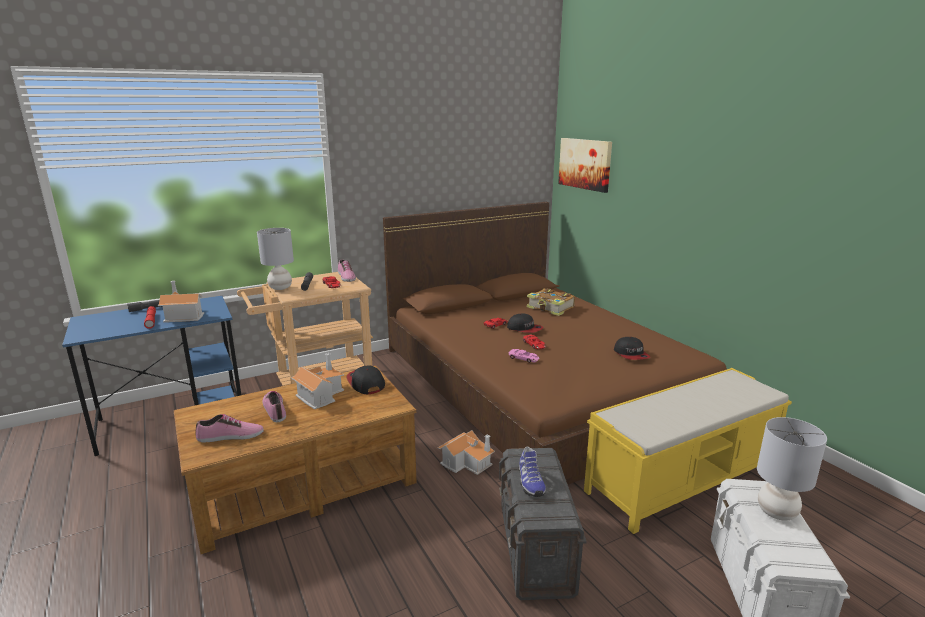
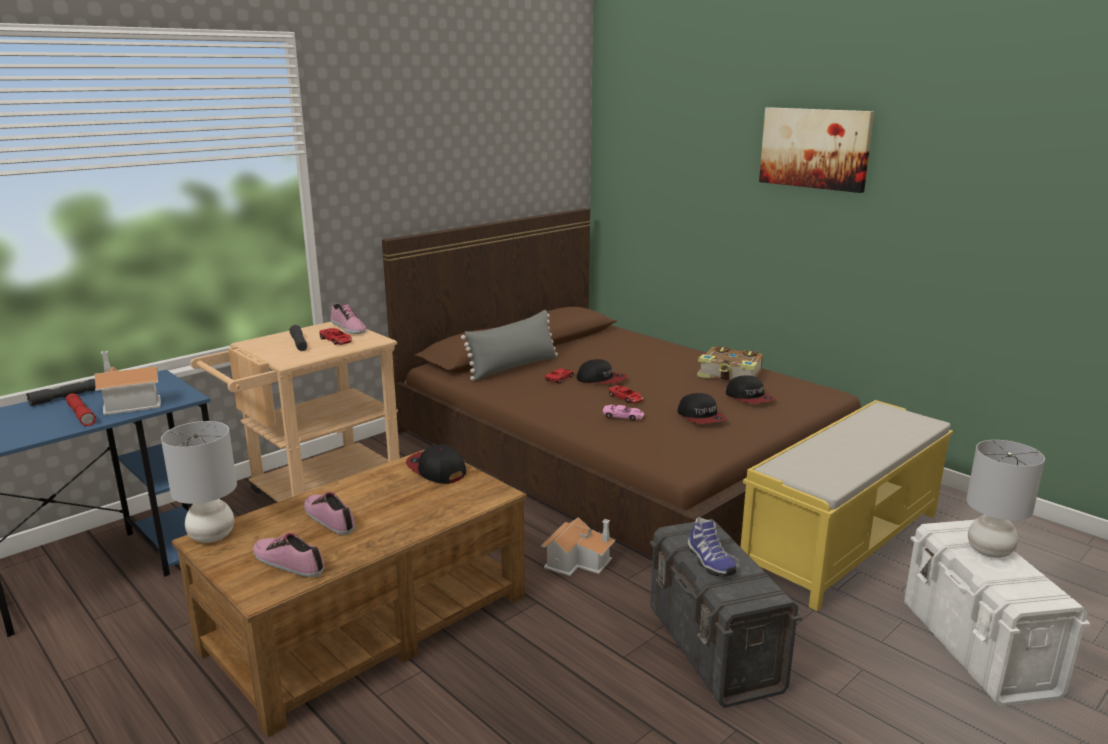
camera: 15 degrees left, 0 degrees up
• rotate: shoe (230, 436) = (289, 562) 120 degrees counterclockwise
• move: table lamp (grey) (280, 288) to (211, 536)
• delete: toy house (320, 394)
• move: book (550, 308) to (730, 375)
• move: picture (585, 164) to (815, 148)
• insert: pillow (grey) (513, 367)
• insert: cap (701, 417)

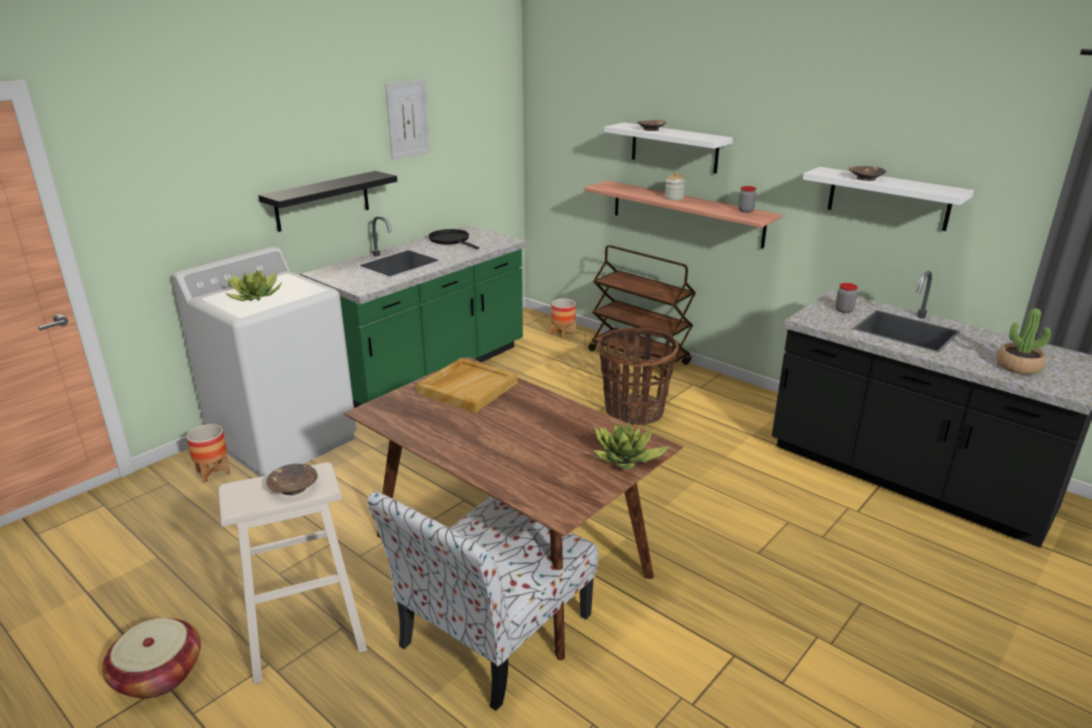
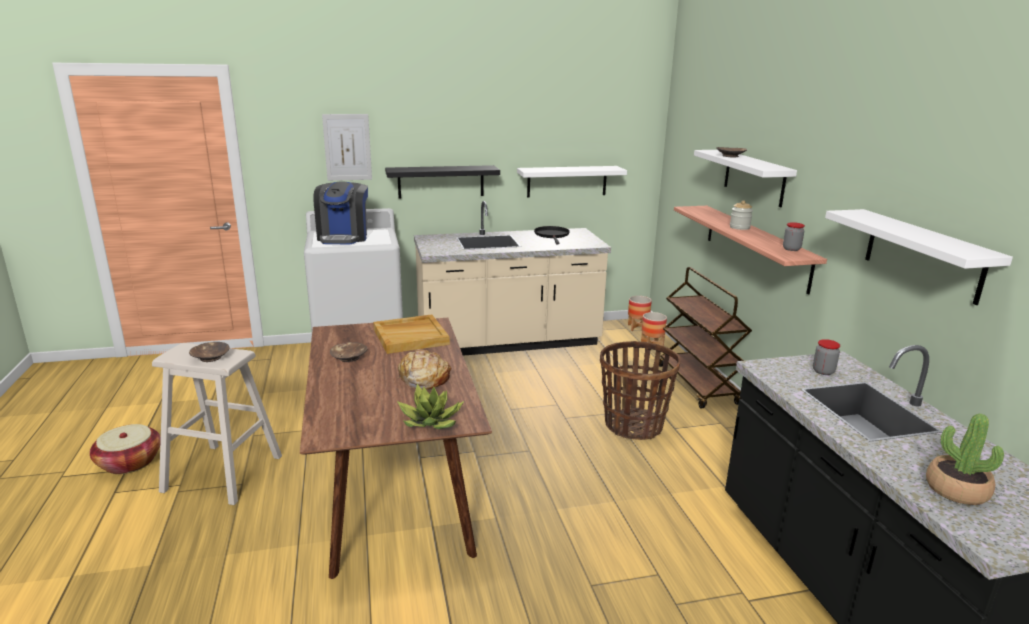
camera: 35 degrees right, 5 degrees down
• move: planter (213, 472) to (637, 327)
• replace: potted plant (255, 296) to coffee machine (343, 237)
• recolor: counter (green) (429, 372) to counter (beige) (508, 342)
• delete: chair (493, 633)
• move: picture (408, 119) to (347, 147)
• move: bowl (brown) (865, 178) to (349, 357)
• insert: bread (423, 378)
• insert: shelf (white) (567, 181)

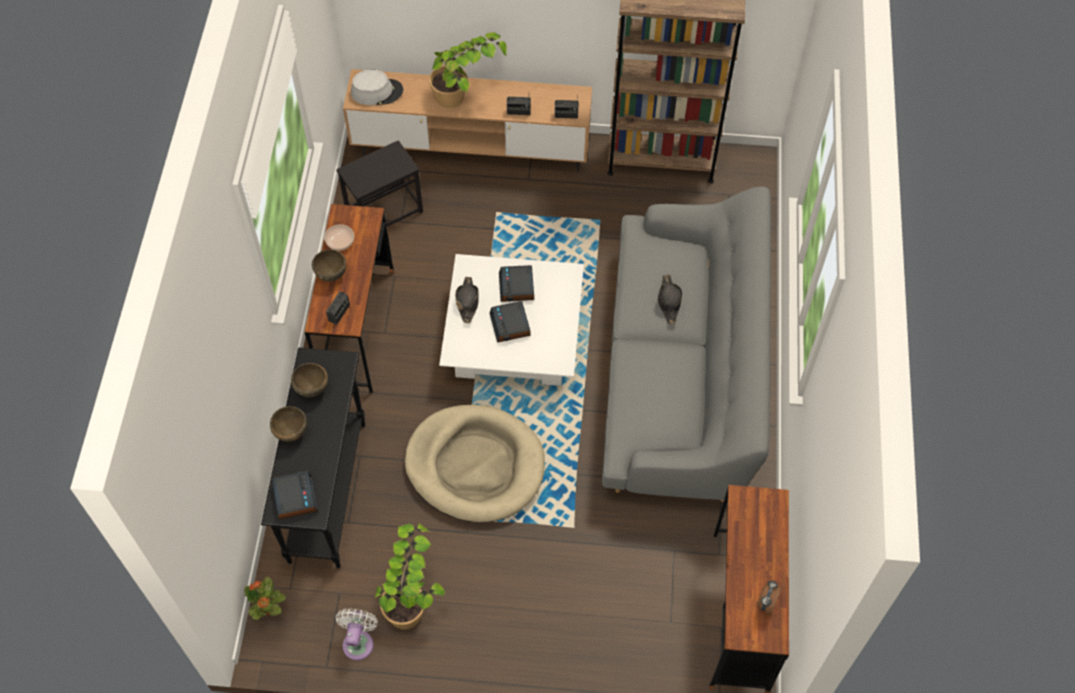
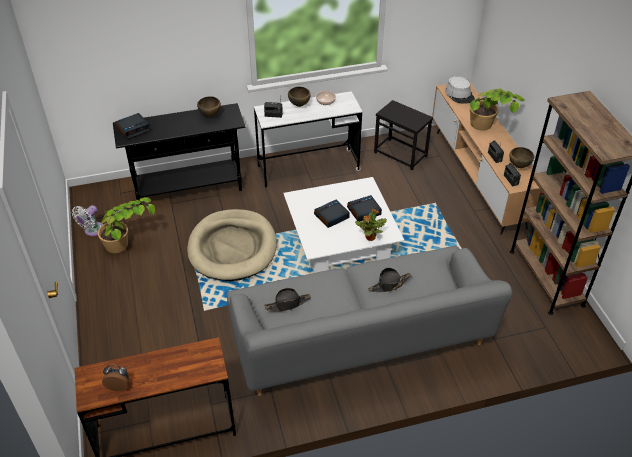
camera: 70 degrees right, 15 degrees down
• move: potted plant (268, 609) to (370, 237)
• move: bowl (brown) (291, 433) to (518, 166)
• recolor: desk (brown) (357, 327) to desk (white) (308, 168)
• rotate: fan (white) (358, 641) = (92, 230) 135 degrees clockwise
• move: hat (black) (467, 301) to (288, 303)

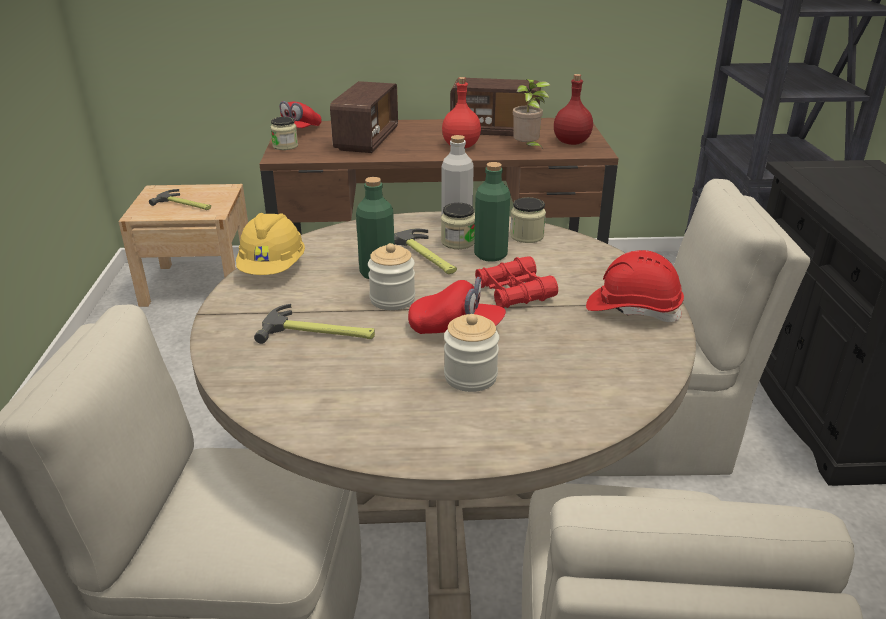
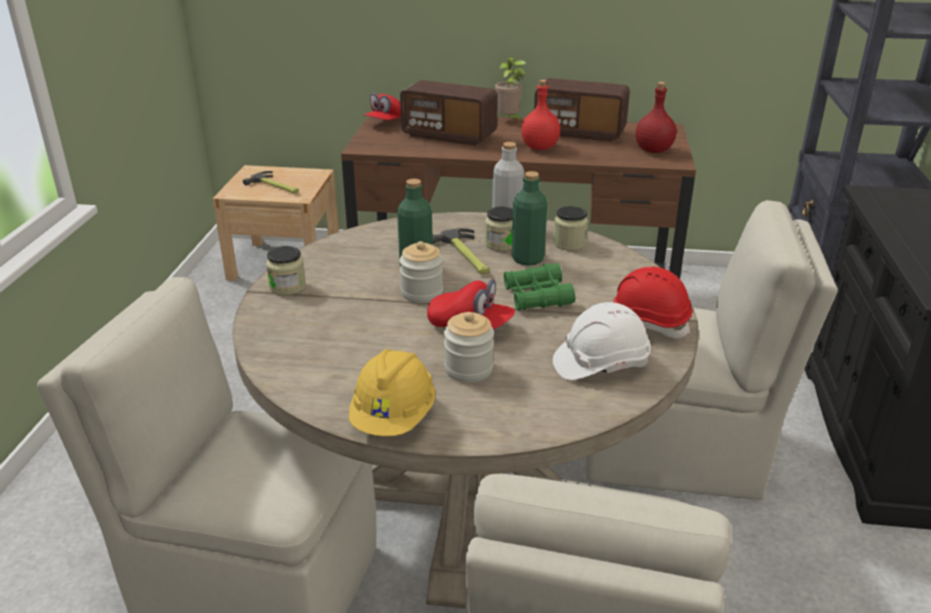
camera: 10 degrees right, 0 degrees up
• move: hard hat (yellow) (273, 269) to (394, 418)
• delete: hammer (319, 333)
• move: jar (285, 146) to (287, 287)
• rotate: radio (366, 140) = (449, 135) 90 degrees clockwise
• recolor: binoculars (red) (514, 292) to binoculars (green) (537, 296)
• move: potted plant (527, 149) to (509, 121)
• insert: hard hat (white) (600, 363)

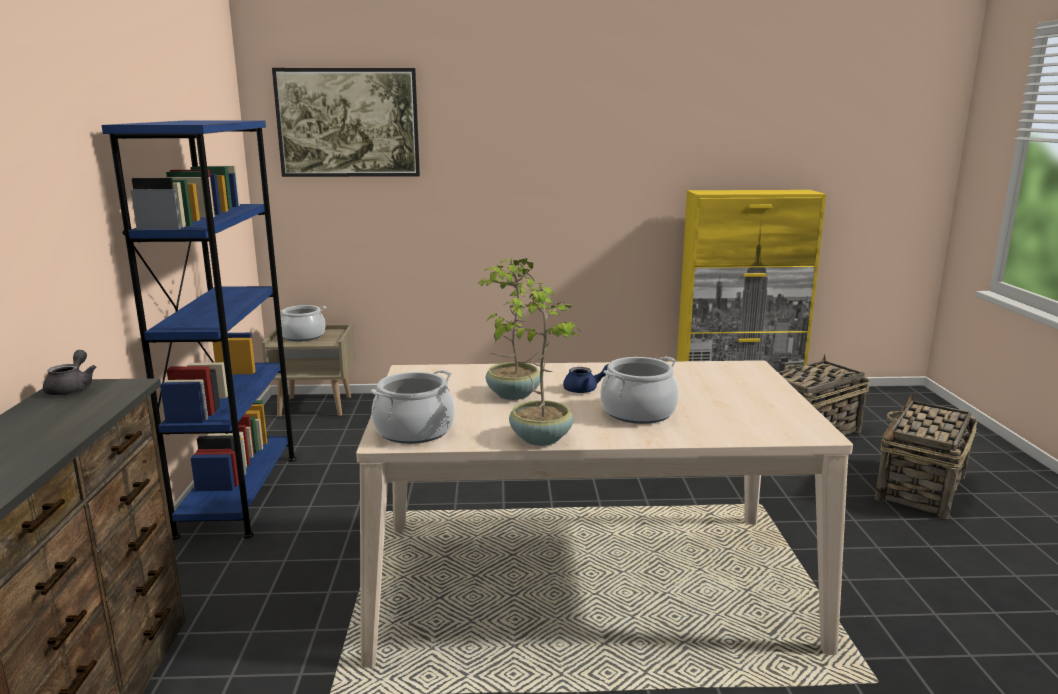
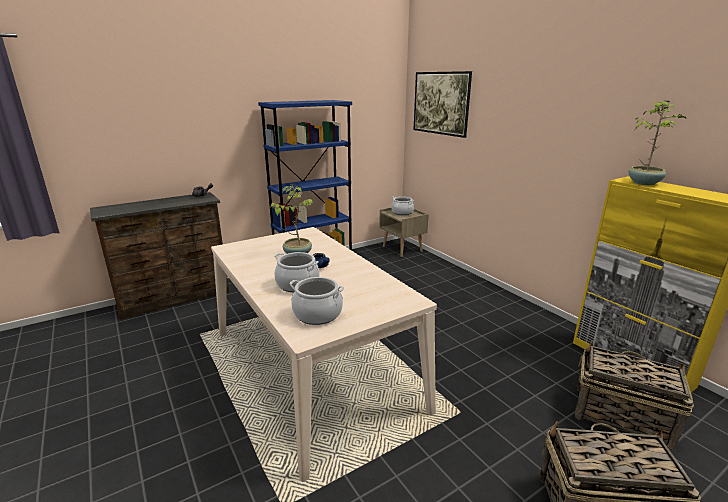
camera: 60 degrees right, 5 degrees up
• move: cooking pot (414, 431) to (317, 314)
• move: potted plant (540, 437) to (644, 183)

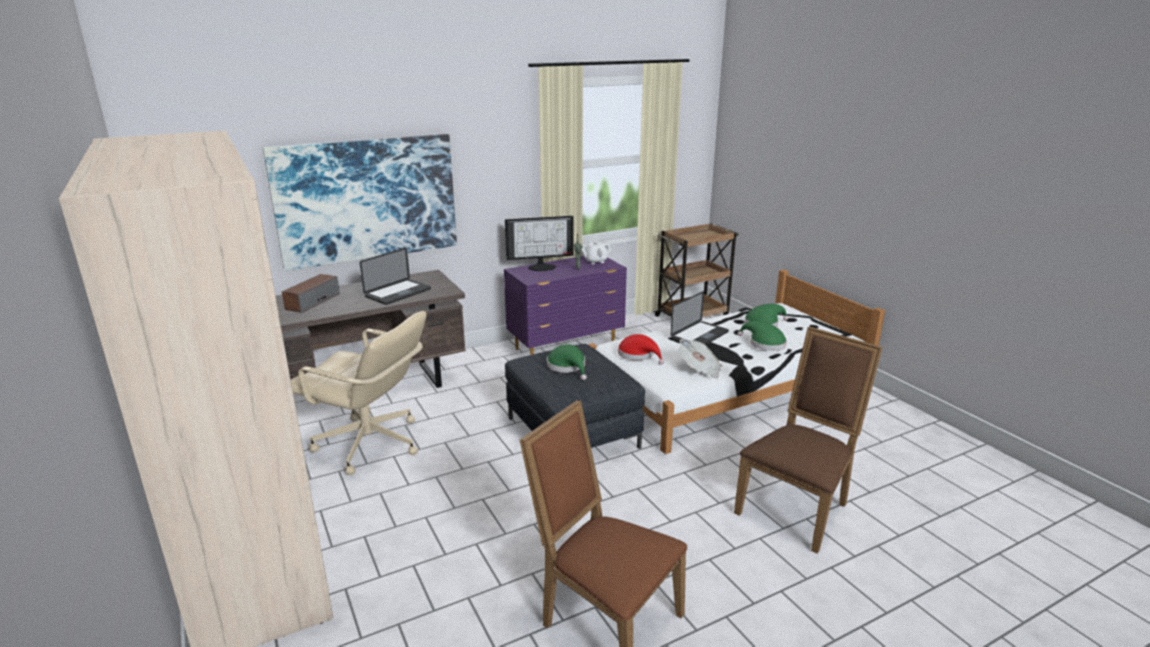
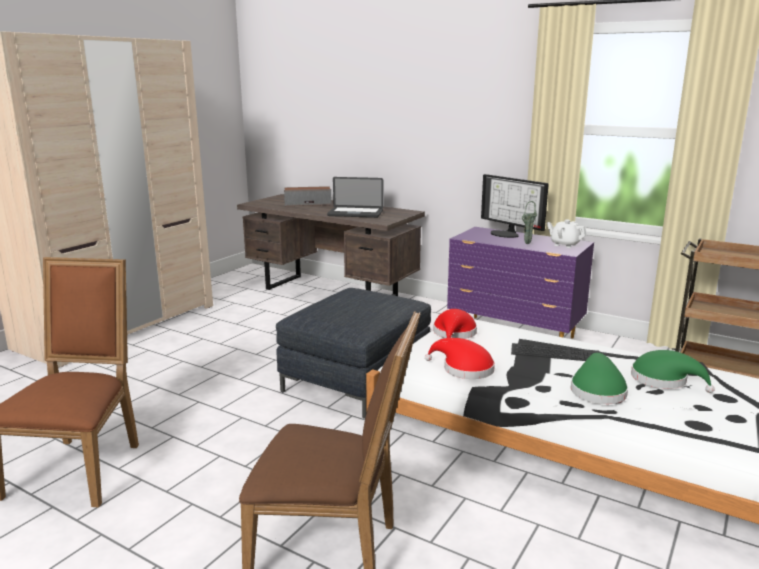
camera: 60 degrees right, 5 degrees down
• delete: picture (367, 199)
• delete: office chair (beige) (370, 445)
• delete: hat (green) (568, 367)
• replace: laptop (699, 335) to keyboard (556, 352)
• replace: newspaper (700, 369) to hat (red) (464, 369)

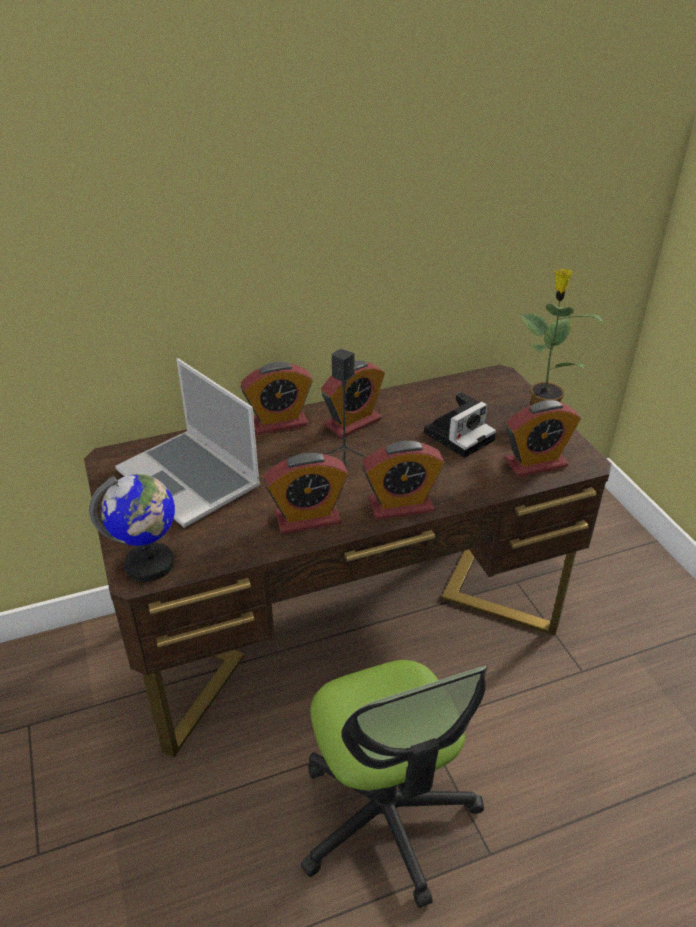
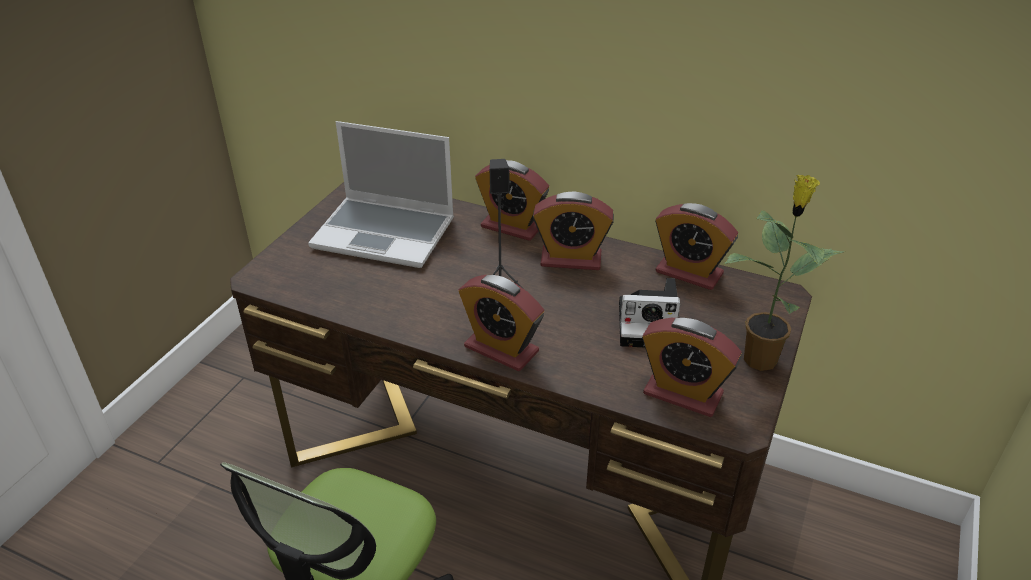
camera: 45 degrees right, 0 degrees up
• delete: globe (150, 564)
• rotate: laptop (191, 479) = (386, 233) 75 degrees counterclockwise
• move: alarm clock (307, 518) to (689, 273)

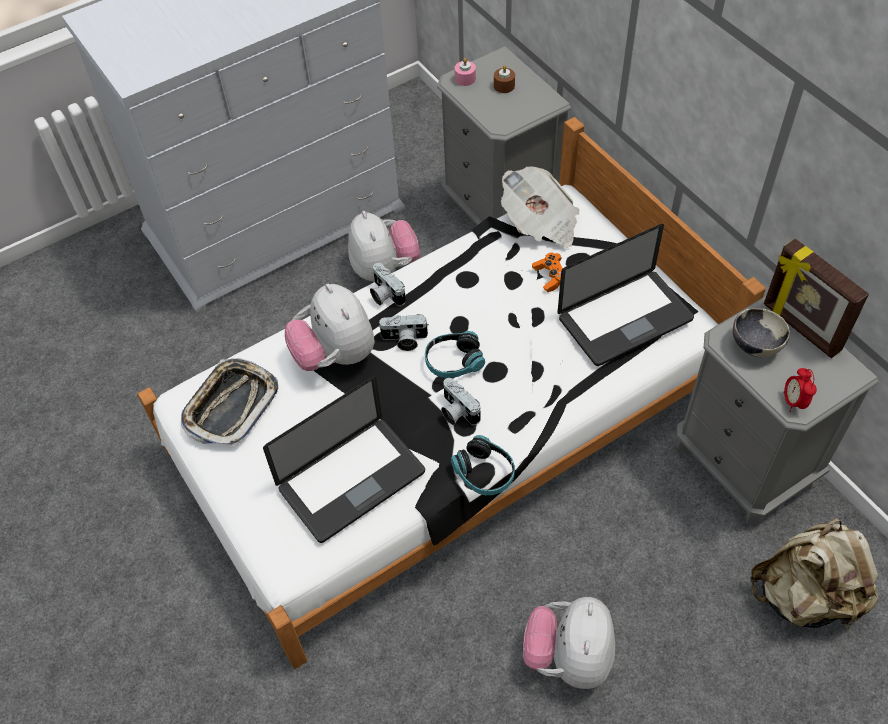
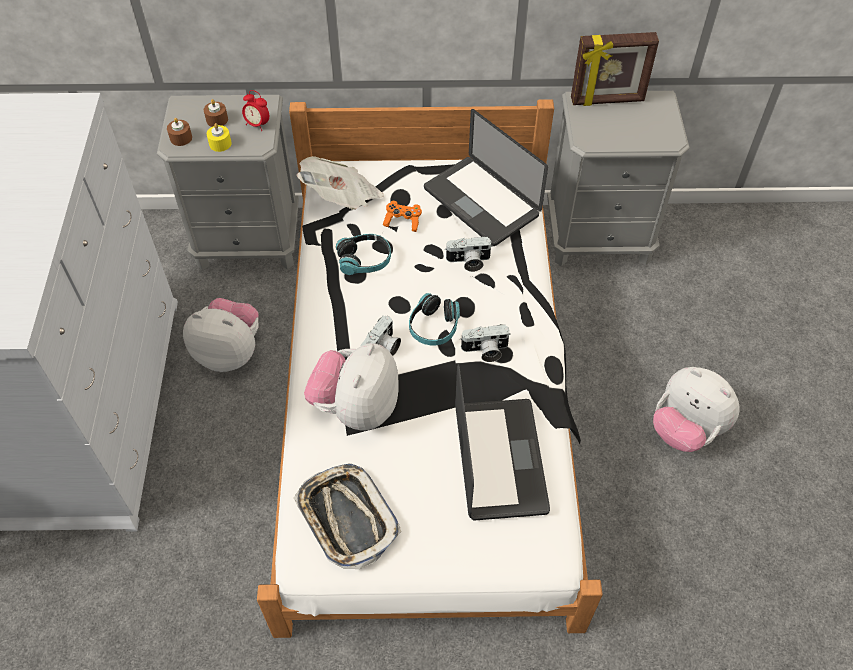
camera: 60 degrees left, 0 degrees up
• rotate: plush toy (335, 355) = (356, 407) 105 degrees clockwise
• move: photo camera (385, 294) to (468, 262)
• move: headphones (484, 473) to (364, 260)
• recolor: candle (pink) (465, 78) to candle (brown) (181, 138)
• rotate: laptop (625, 319) = (481, 202) 135 degrees clockwise
• delete: bowl (755, 345)
• delete: backpack (beige) (805, 596)
• move: alarm clock (794, 402) to (257, 124)
• insert: candle (yellow) (220, 144)

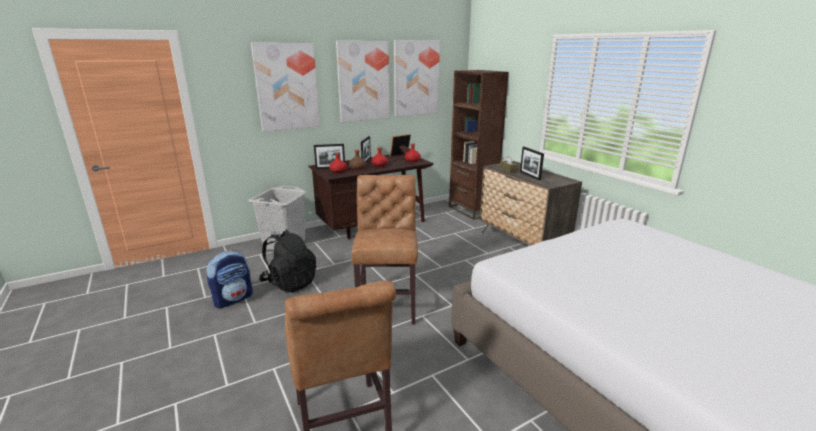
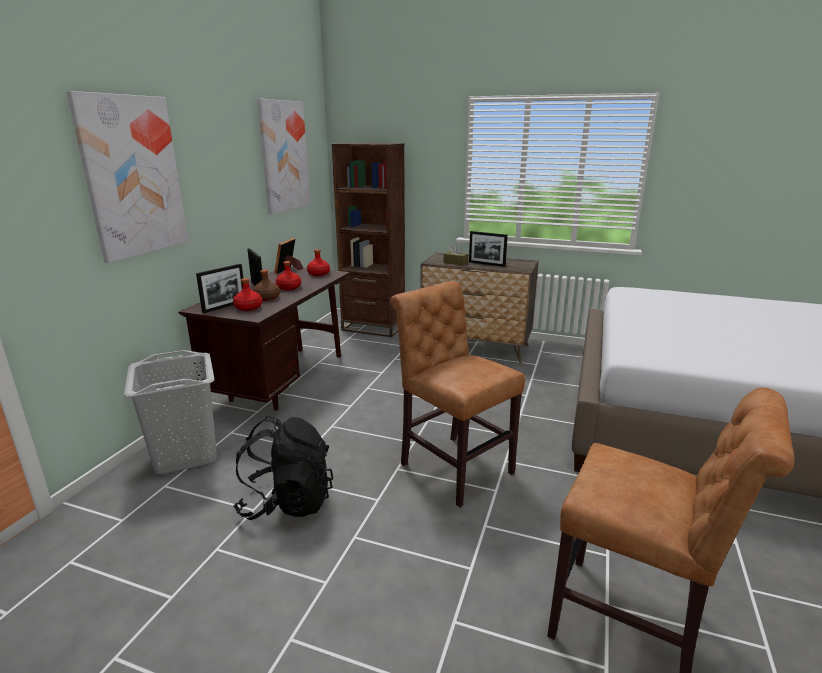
camera: 40 degrees left, 0 degrees up
• delete: backpack (233, 299)
• delete: picture (363, 81)

